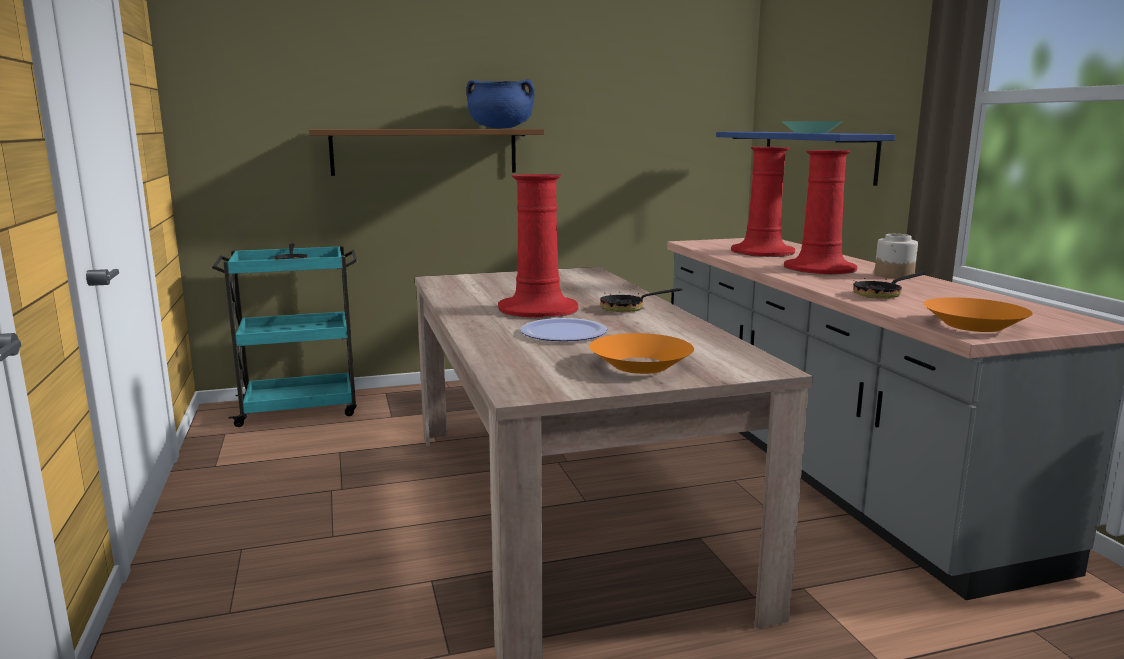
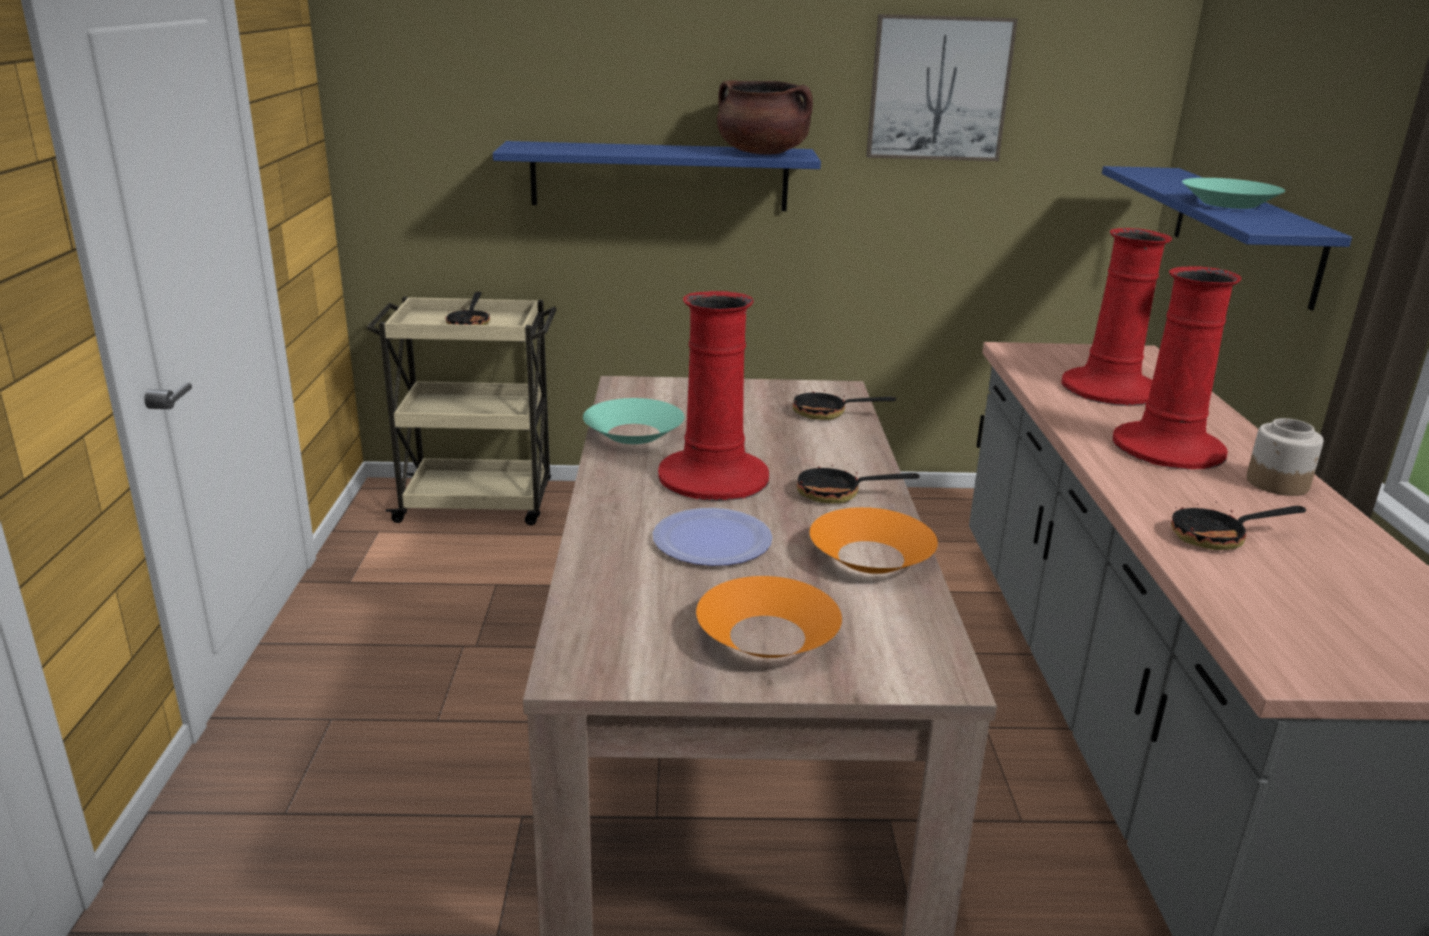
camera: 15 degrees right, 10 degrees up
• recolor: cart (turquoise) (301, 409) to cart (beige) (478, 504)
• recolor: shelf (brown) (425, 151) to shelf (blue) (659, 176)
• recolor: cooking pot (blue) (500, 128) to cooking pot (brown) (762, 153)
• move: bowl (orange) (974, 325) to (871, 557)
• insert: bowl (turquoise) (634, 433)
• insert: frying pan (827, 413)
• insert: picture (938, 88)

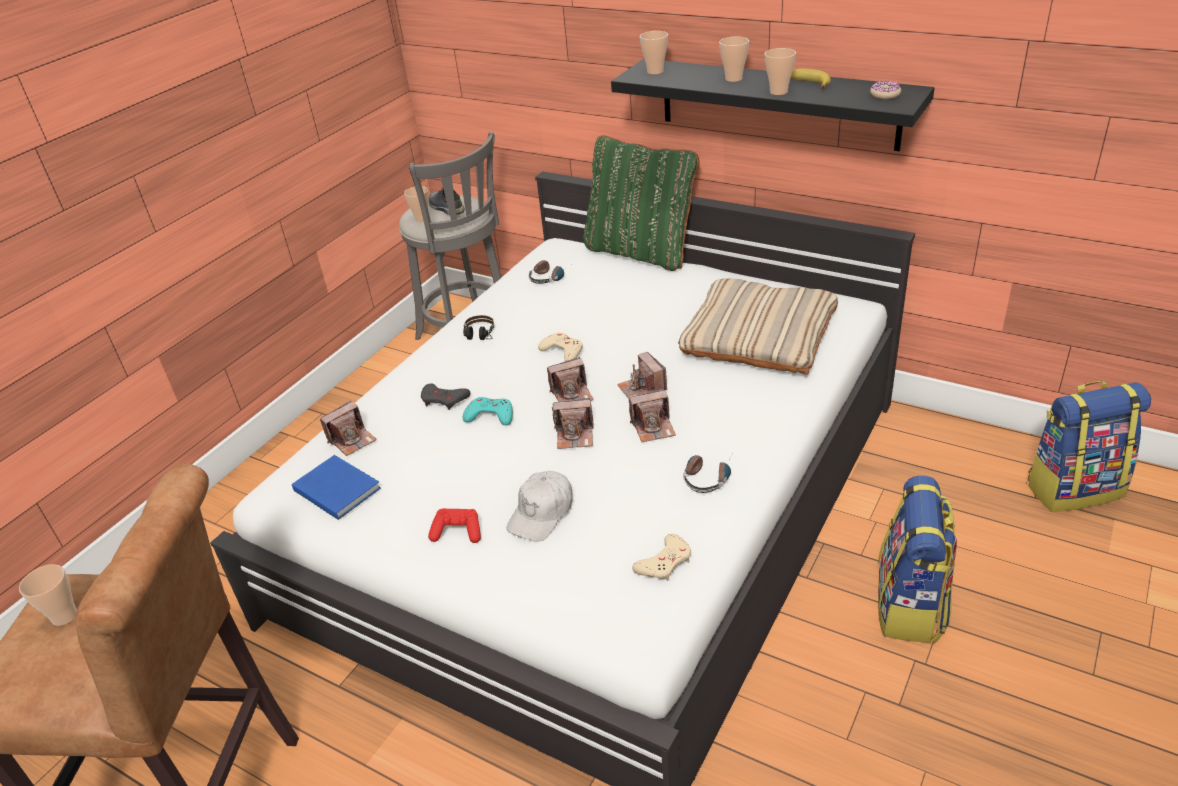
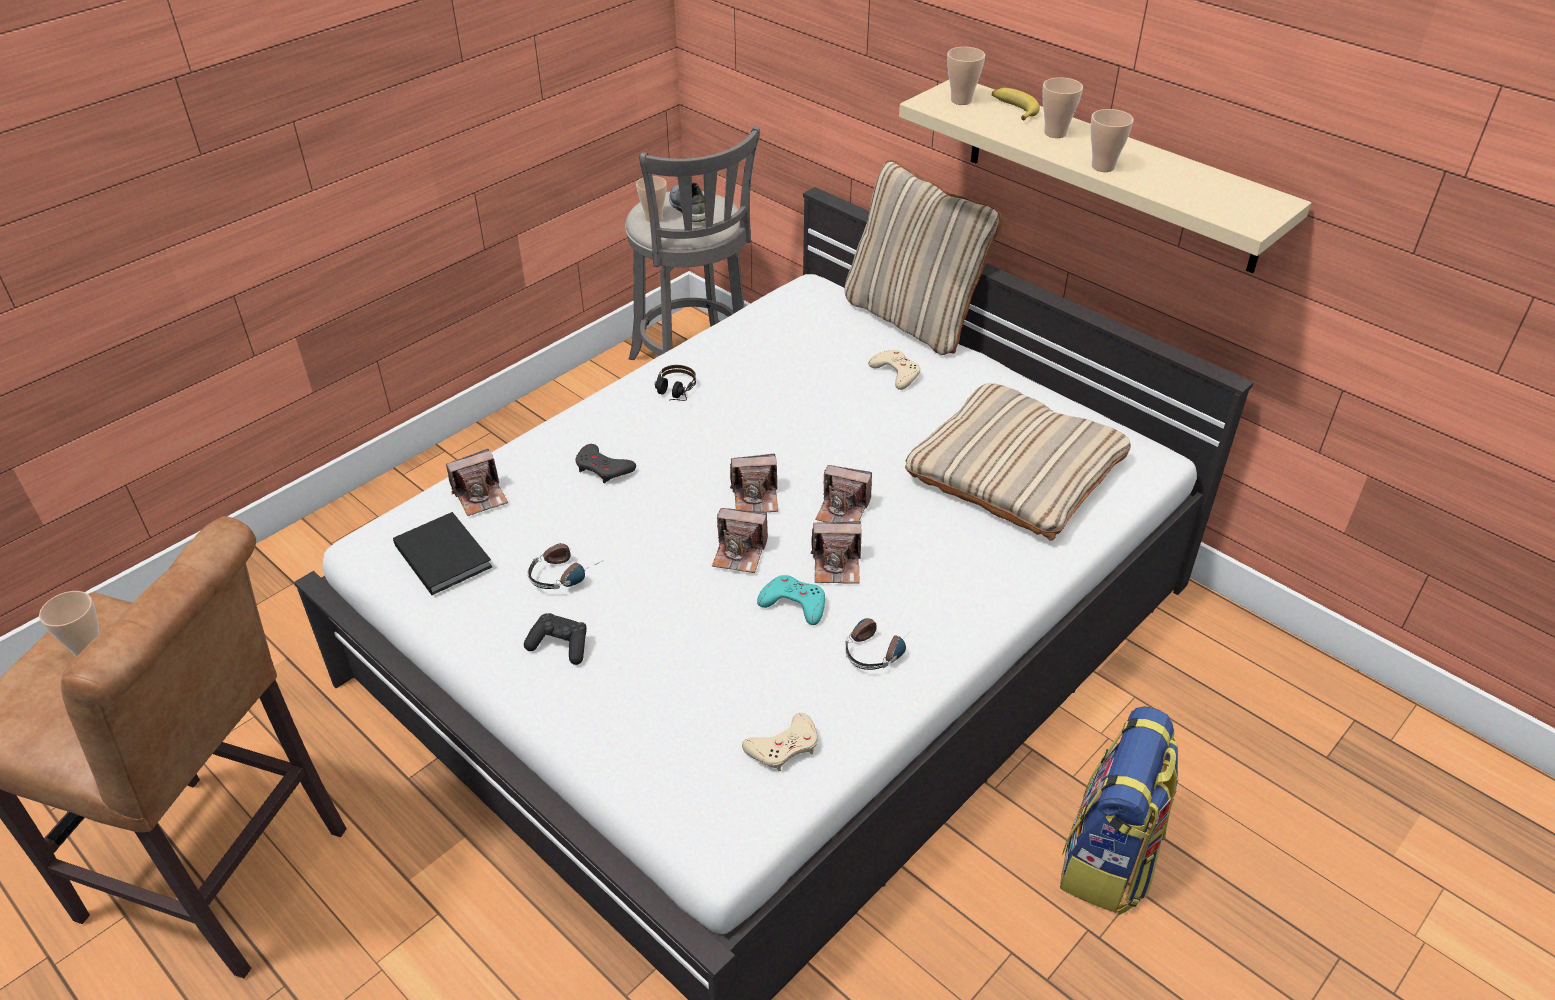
camera: 10 degrees right, 5 degrees up
• recolor: book (blue) (336, 488) to book (black) (443, 554)
• recolor: game controller (red) (458, 532) to game controller (black) (560, 645)
• move: game controller (turquoise) (490, 415) to (794, 603)
• delete: cap (white) (542, 513)
• move: headphones (550, 276) to (566, 572)
• move: game controller (beige) (562, 351) to (896, 373)
• recolor: pillow (green) (641, 251) to pillow (beige) (913, 318)
• recolor: shelf (black) (777, 103) to shelf (beige) (1111, 173)
• rotate: photo camera (642, 388) = (842, 510) 60 degrees counterclockwise
• move: banana (808, 83) to (1013, 109)
• delete: donut (885, 95)
• delete: backpack (1074, 488)

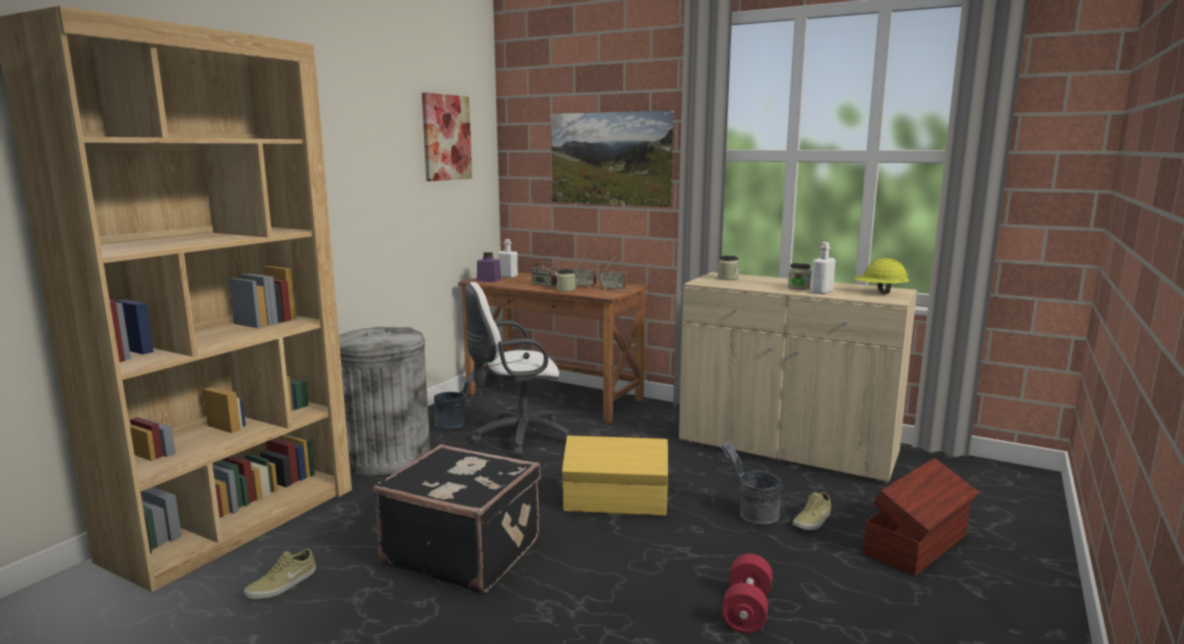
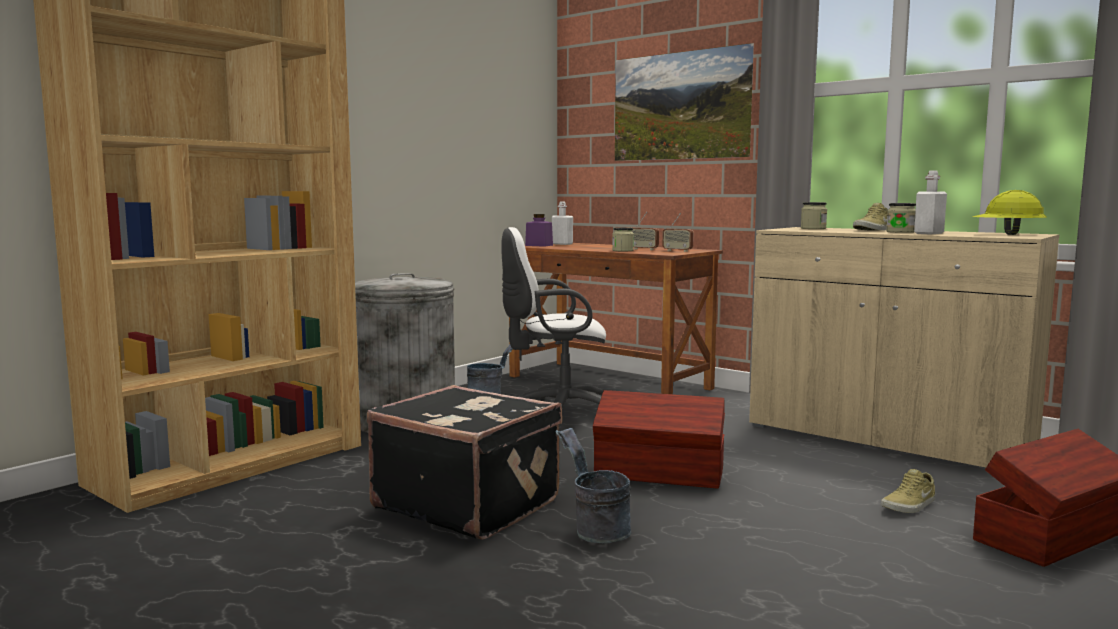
camera: 10 degrees right, 5 degrees down
• move: shoe (beige) (282, 585) to (874, 230)
• delete: picture (446, 137)
• delete: radio (545, 285)
• recolor: storage box (yellow) (616, 503) to storage box (brown) (660, 474)
• move: bucket (grey) (752, 513) to (595, 530)
• delete: dumbbell (red) (746, 610)

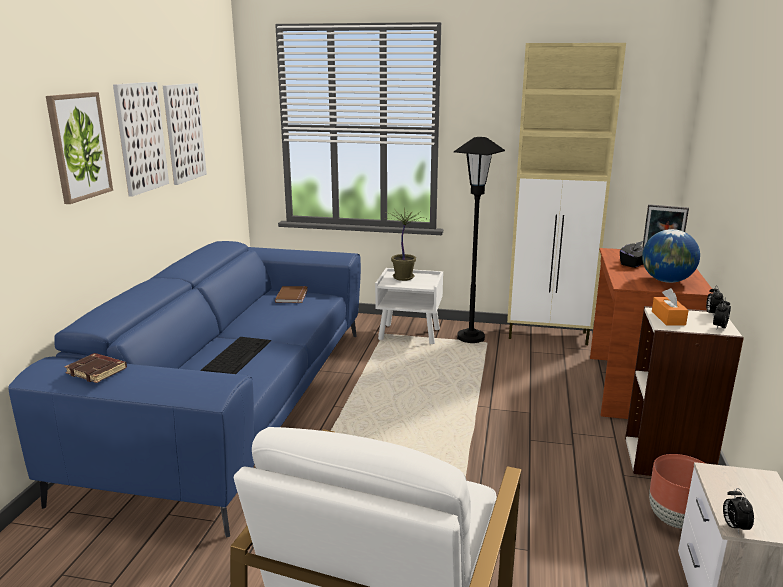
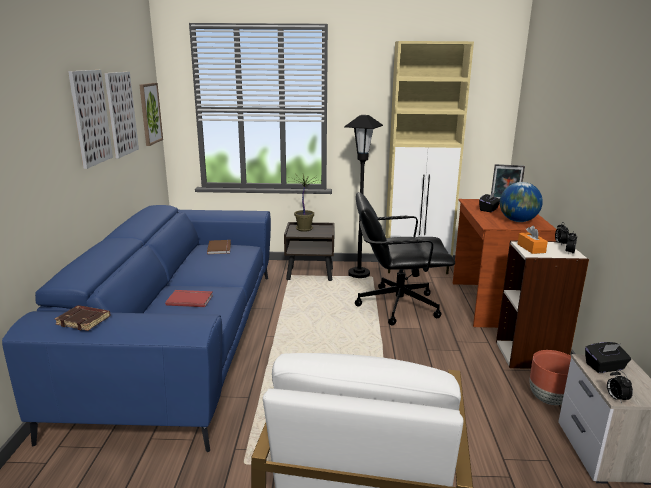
camera: 10 degrees left, 0 degrees up
• move: picture (79, 146) to (150, 113)
• replace: keyboard (236, 355) to book (red) (190, 299)
• recolor: nightstand (white) (410, 334) to nightstand (brown) (310, 274)
• insert: office chair (black) (397, 305)
• insert: tissue box (black) (605, 367)

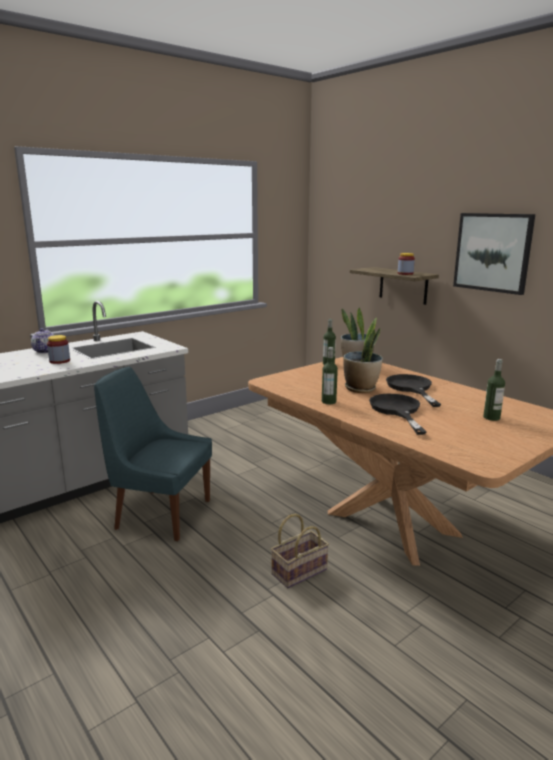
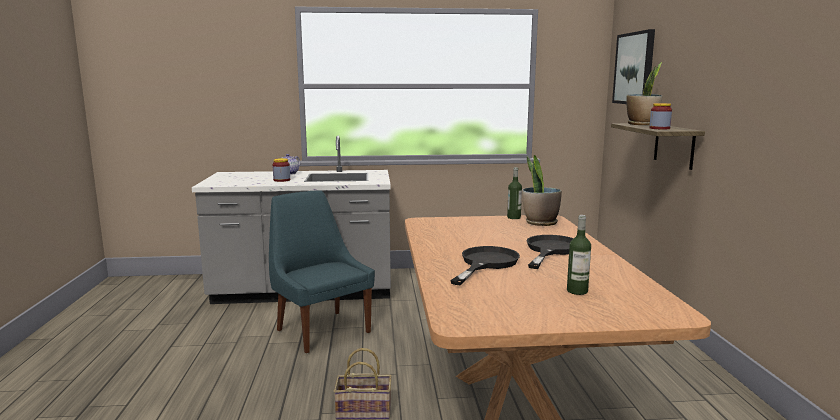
camera: 35 degrees right, 5 degrees down
• delete: bottle (328, 402)
• move: potted plant (361, 388) to (642, 124)
• move: picture (493, 252) to (634, 68)

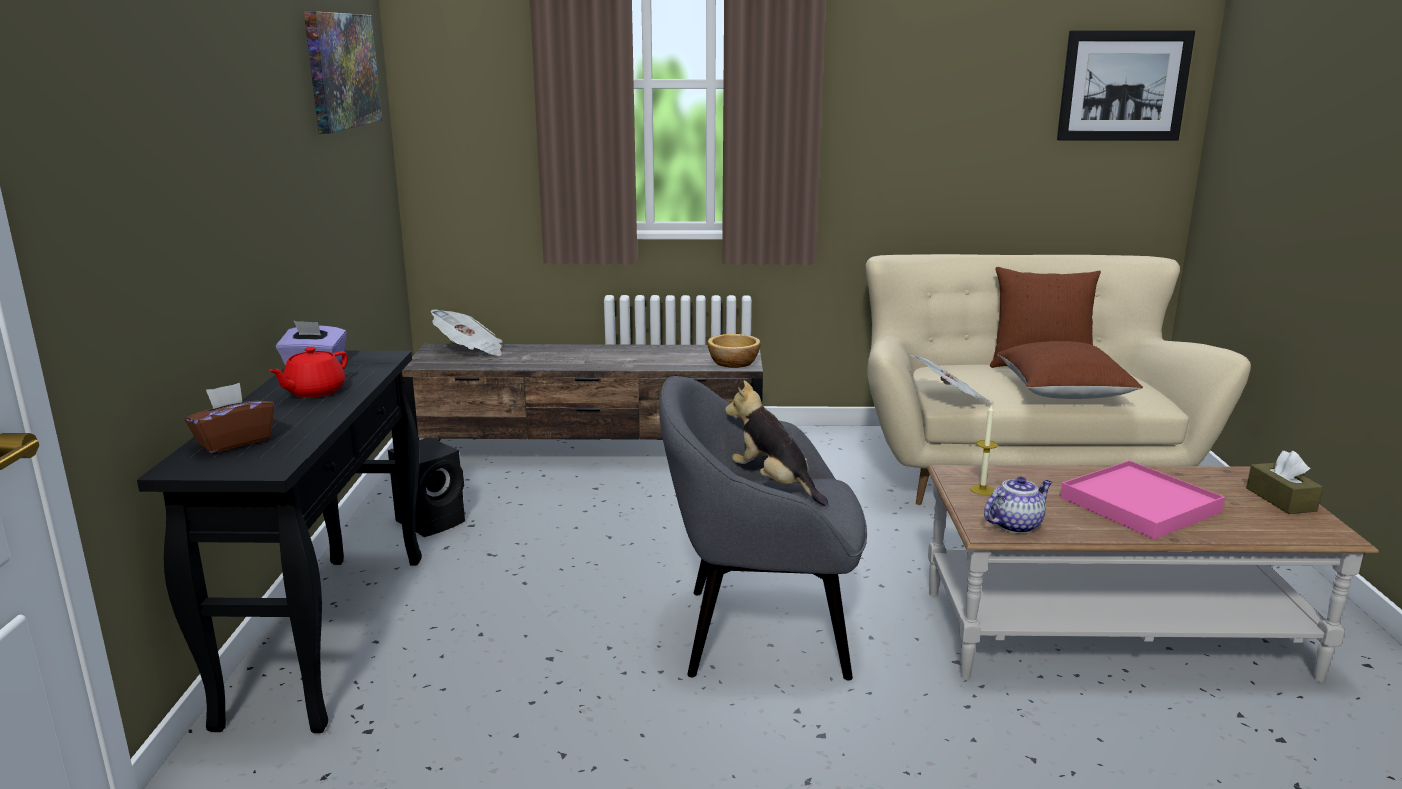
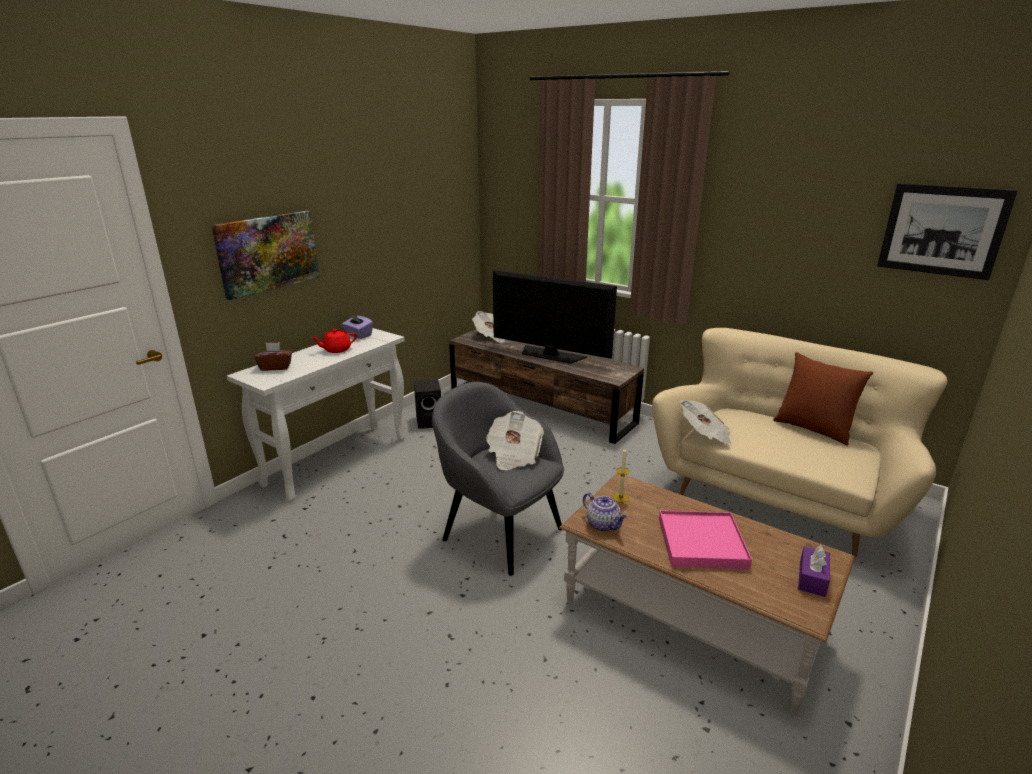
camera: 35 degrees right, 5 degrees up
• recolor: console table (black) (330, 633) to console table (white) (337, 460)
• move: picture (341, 70) to (268, 253)
• delete: bowl (734, 363)
• replace: plush toy (774, 484) to newspaper (513, 455)
• rotate: teapot (1015, 525) = (603, 525) 45 degrees clockwise
• delete: pillow (brown) (1063, 393)
• recolor: tissue box (brown) (1281, 499) to tissue box (purple) (812, 578)
• insert: television (550, 355)

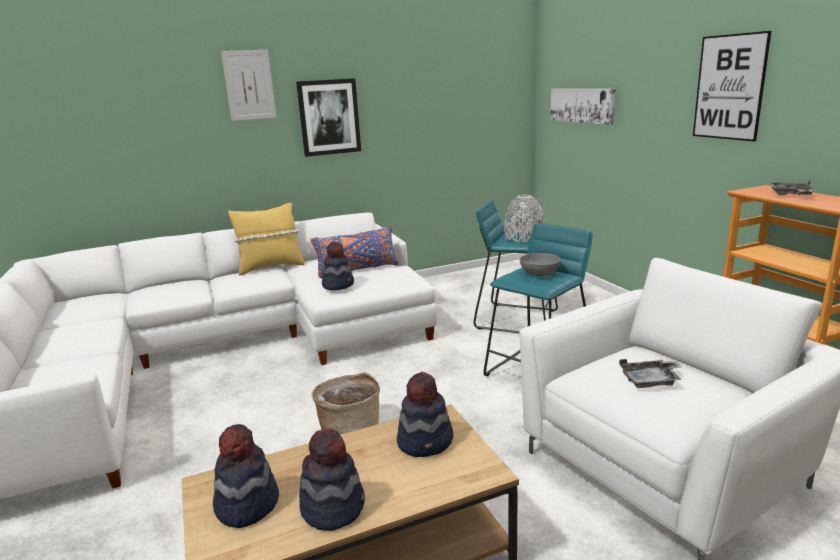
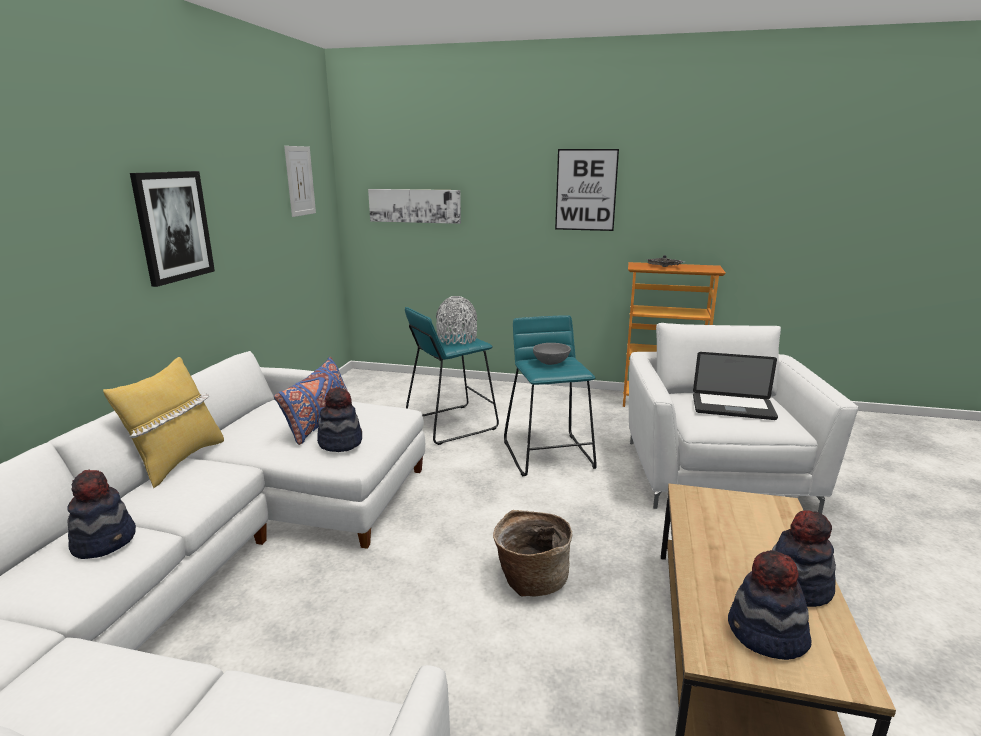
camera: 55 degrees left, 0 degrees up
• move: picture (249, 85) to (300, 181)
• move: hat (426, 441) to (105, 541)
• replace: tray (grey) (650, 381) to laptop (733, 407)

